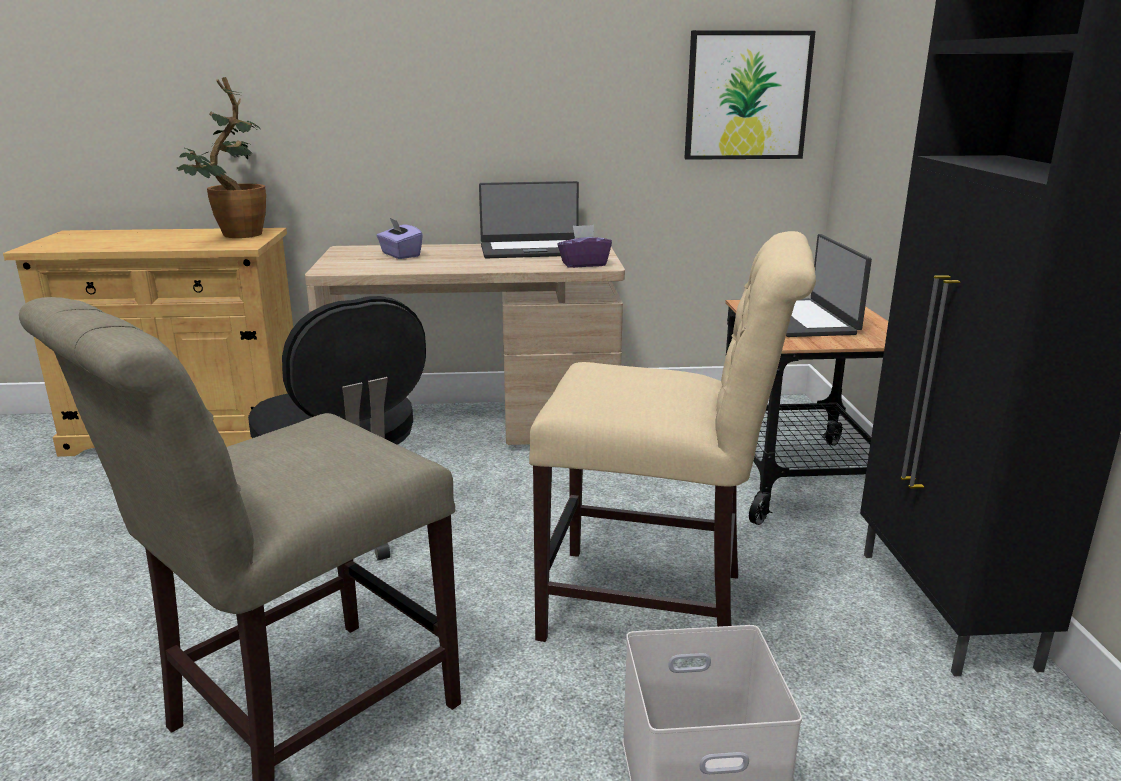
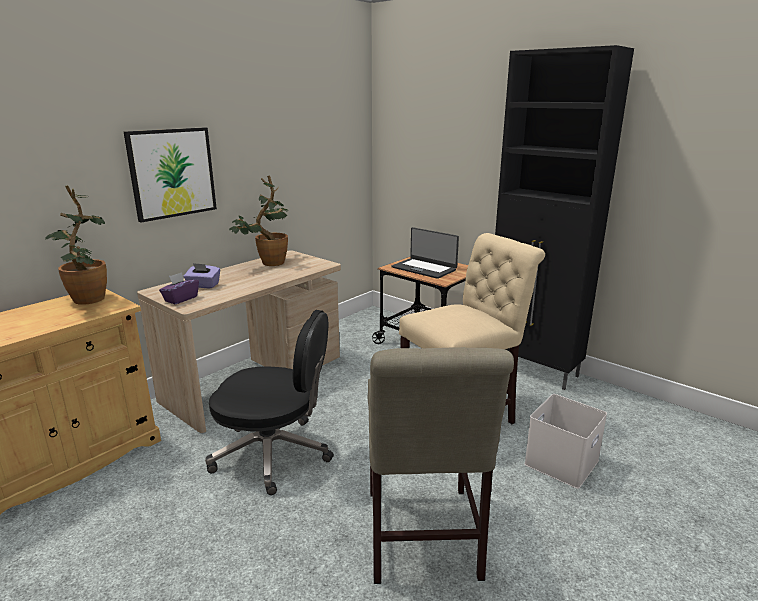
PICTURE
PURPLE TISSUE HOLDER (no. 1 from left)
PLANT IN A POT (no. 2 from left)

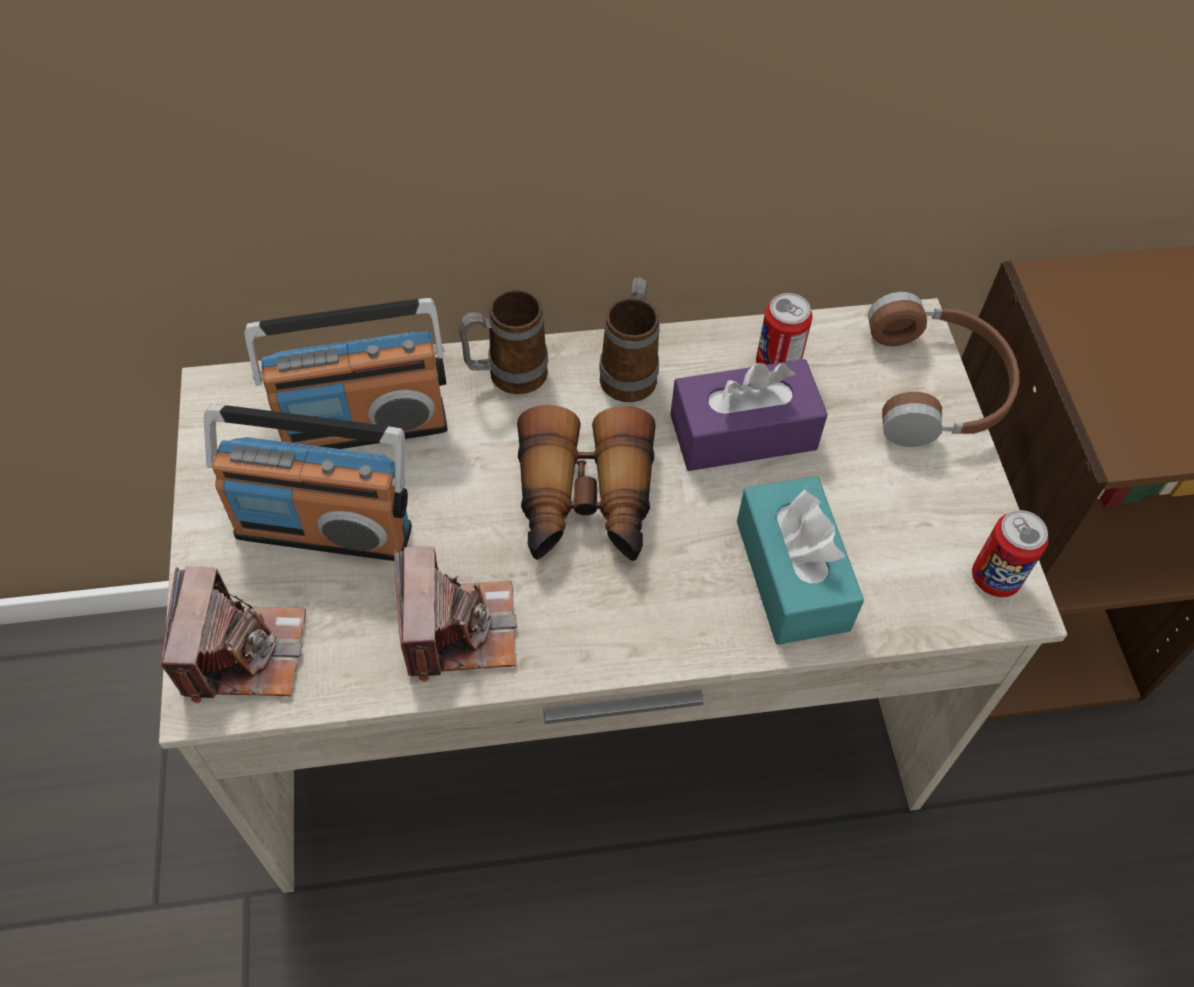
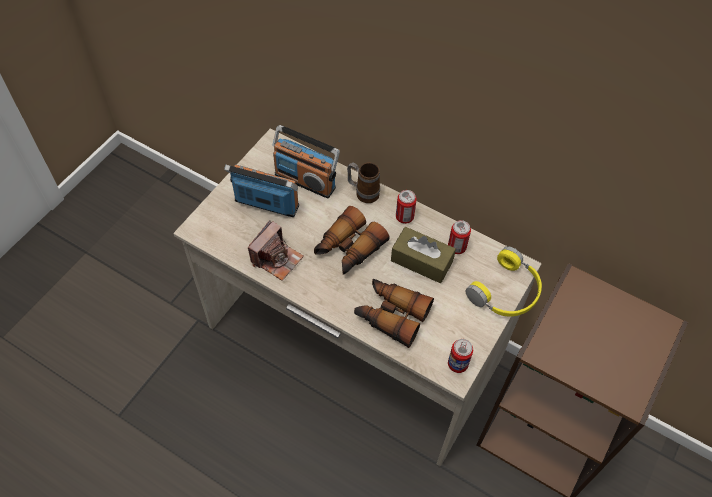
RADIO (no. 1 from left)
BINOCULARS (no. 2 from left)
BROWN-COLOURED TISSUE HOLDER
METAL CAN (no. 1 from left)
YELLOW-COLOURED PAIR OF HEADPHONES
STILL CAMERA (no. 1 from left in the first image)

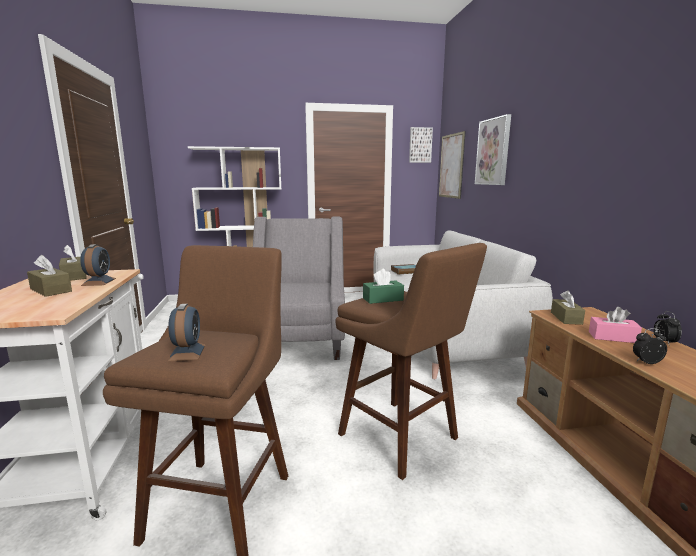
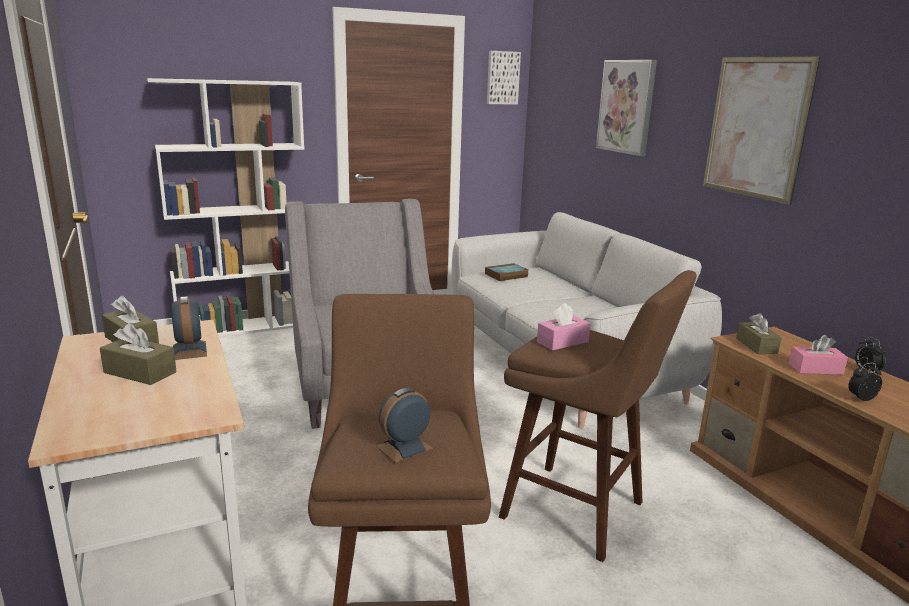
ALARM CLOCK (no. 2 from left)
PINK TISSUE HOLDER (no. 1 from left)
PICTURE (no. 3 from left)

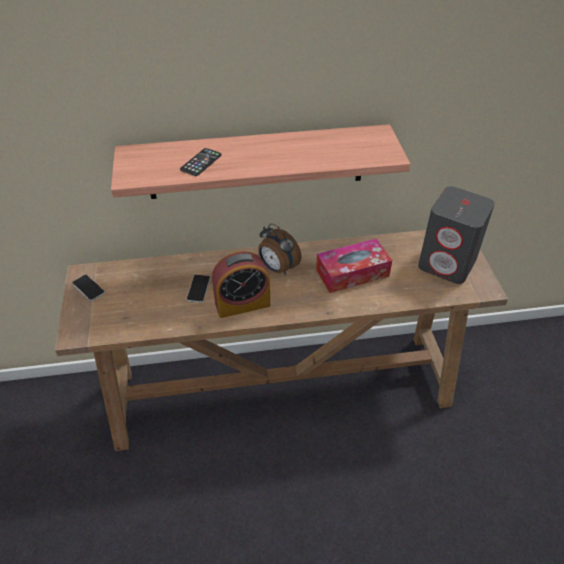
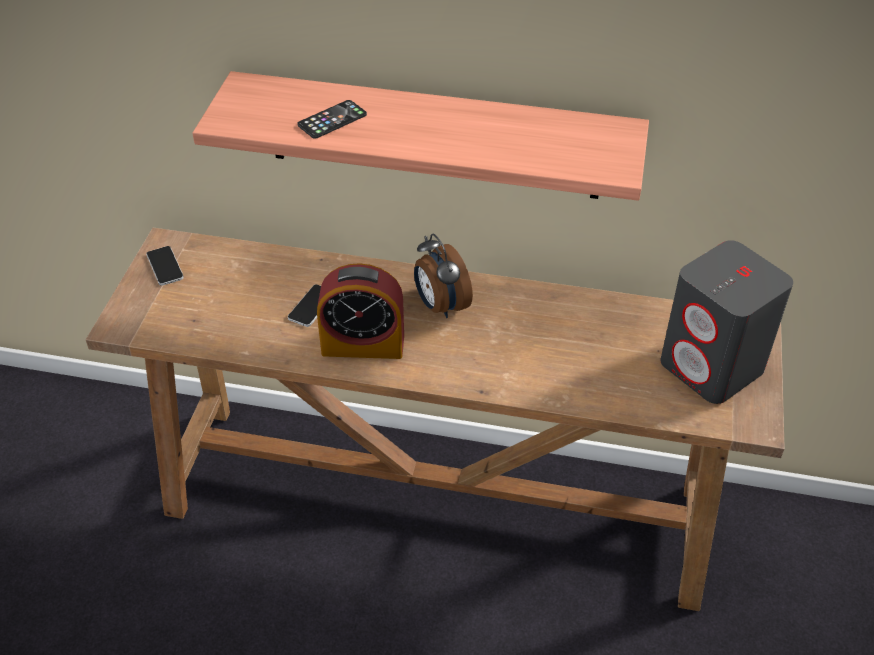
TISSUE HOLDER

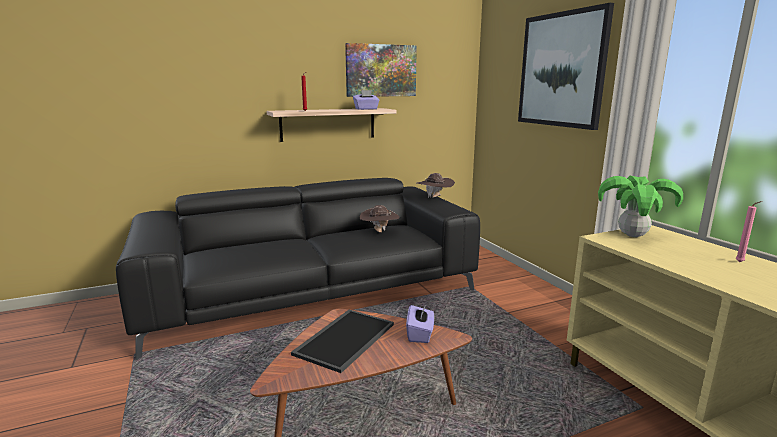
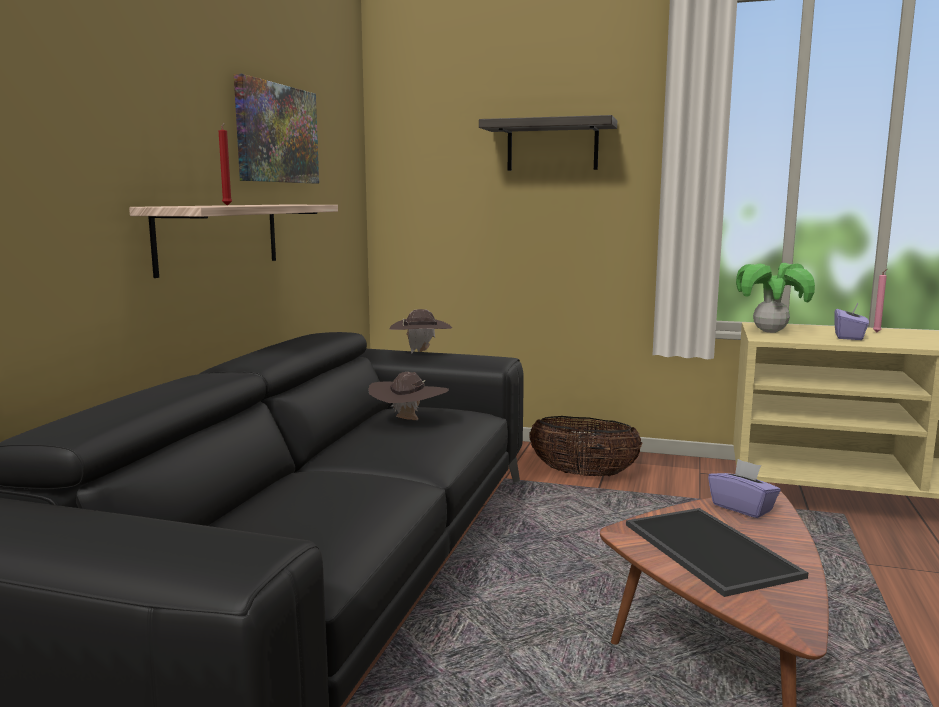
WALL SHELF (no. 2 from left)
BASKET
PURPLE TISSUE HOLDER (no. 2 from left)

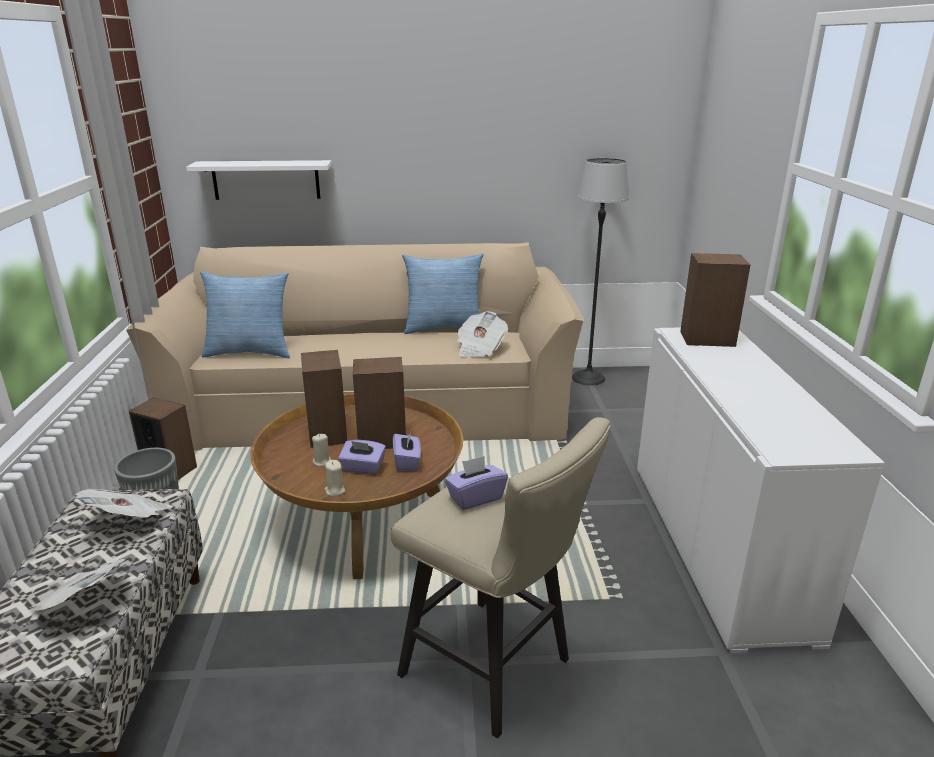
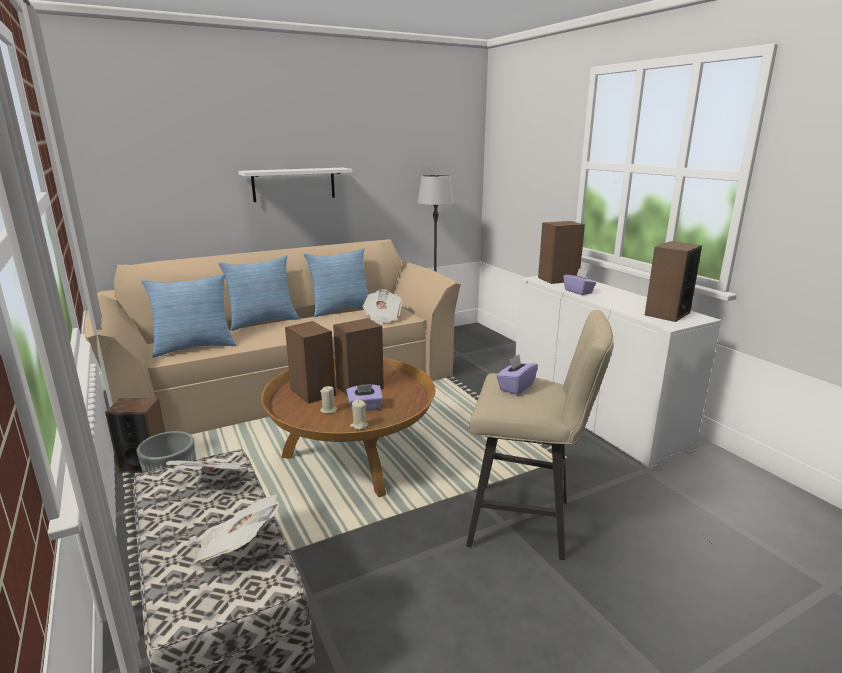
CUSHION (no. 2 from left)
WHITE-COLOURED WALL SHELF
PURPLE TISSUE HOLDER (no. 3 from left)
SPEAKER (no. 5 from left)

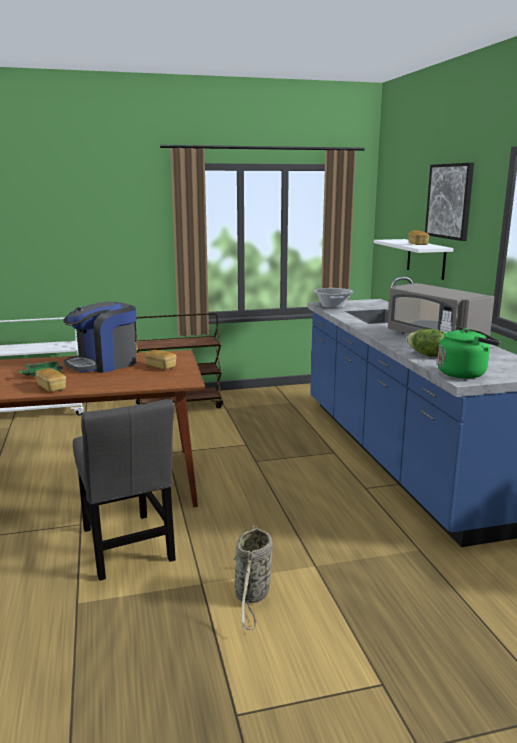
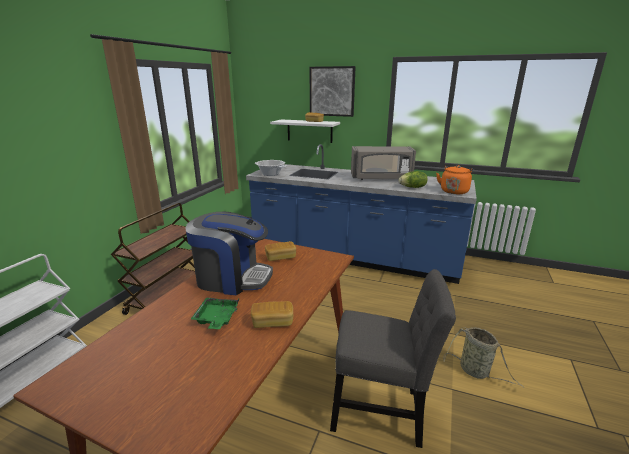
COFFEE MAKER
ORANGE-COLOURED KETTLE

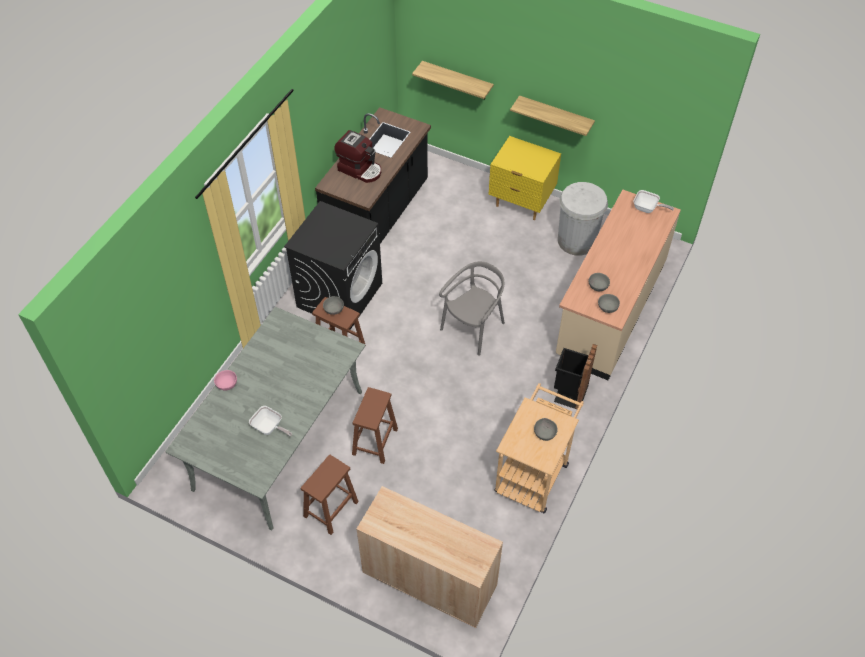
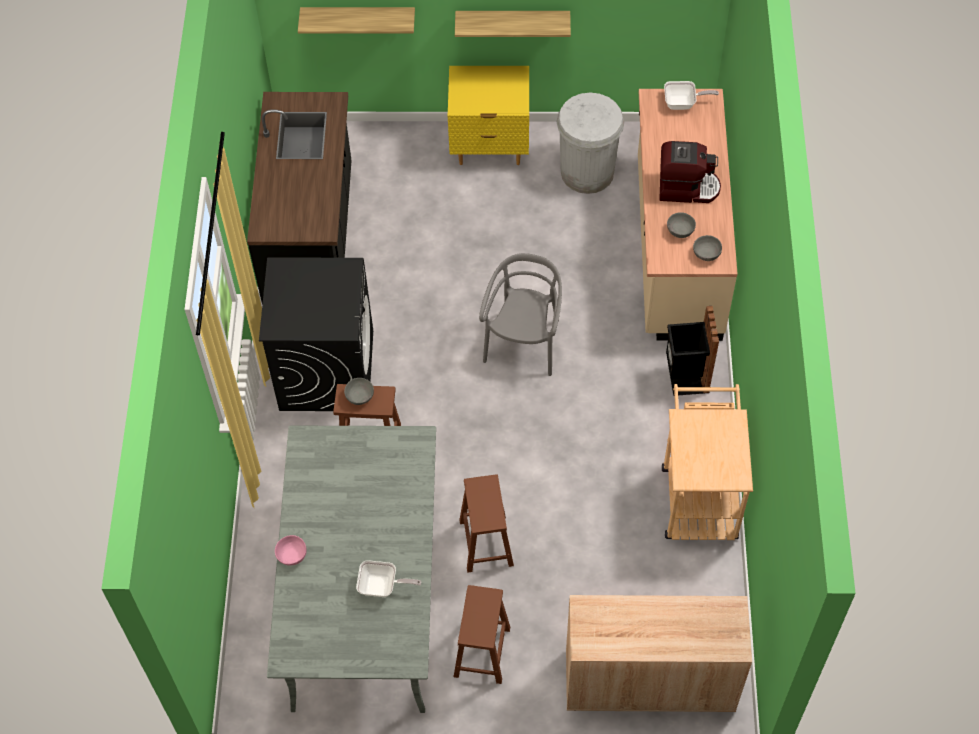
COFFEE MAKER
GREY SERVING BOWL (no. 2 from left in the first image)

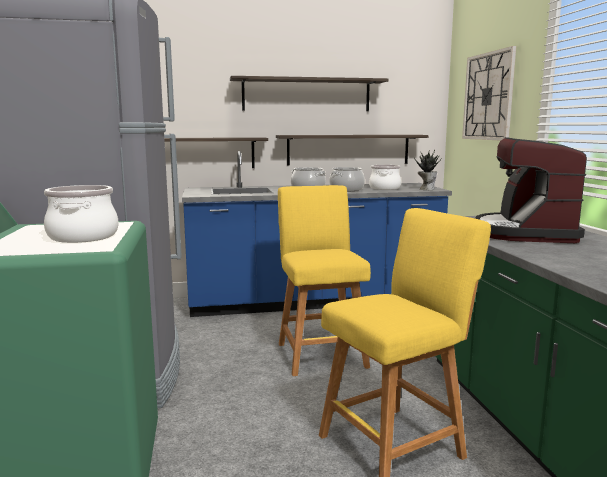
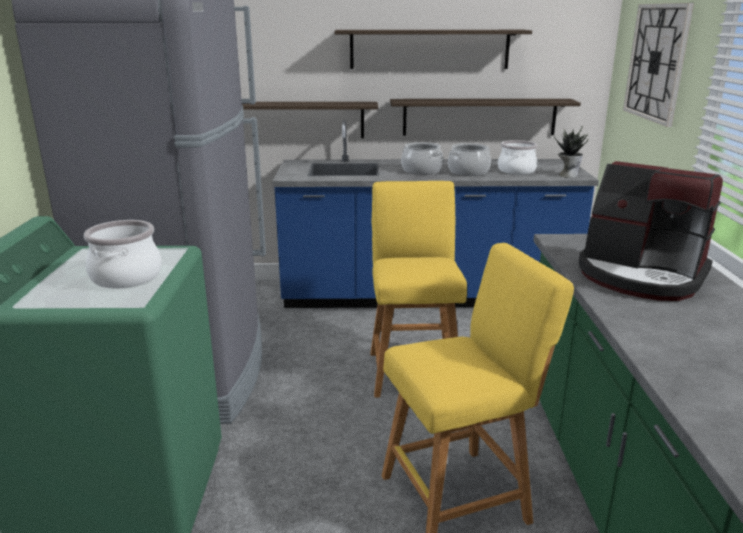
COFFEE MAKER

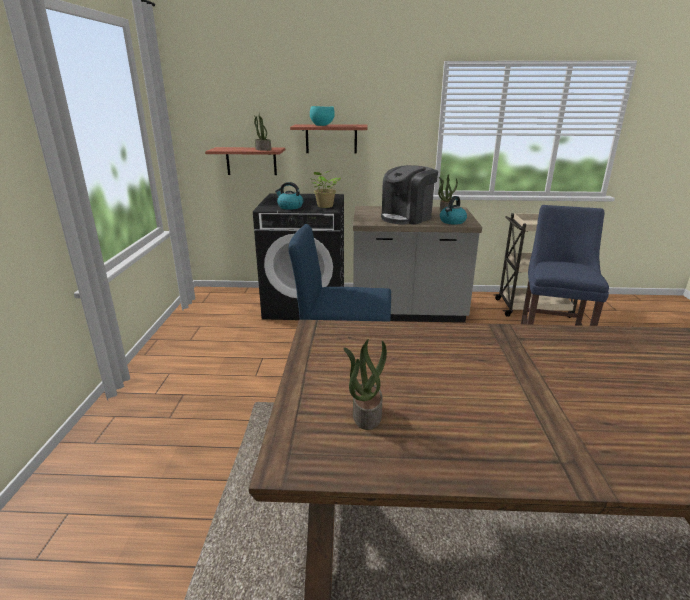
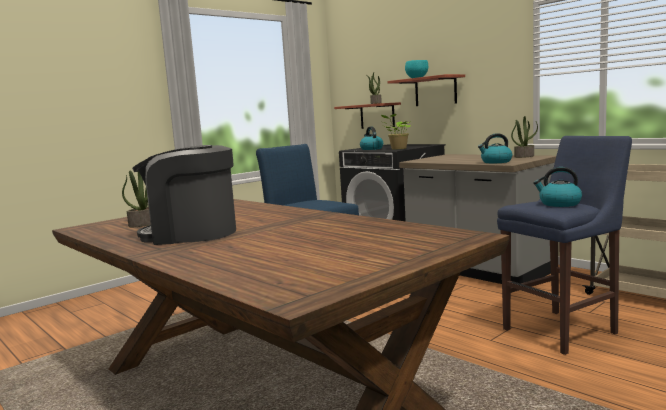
COFFEE MAKER
KETTLE (no. 3 from left)

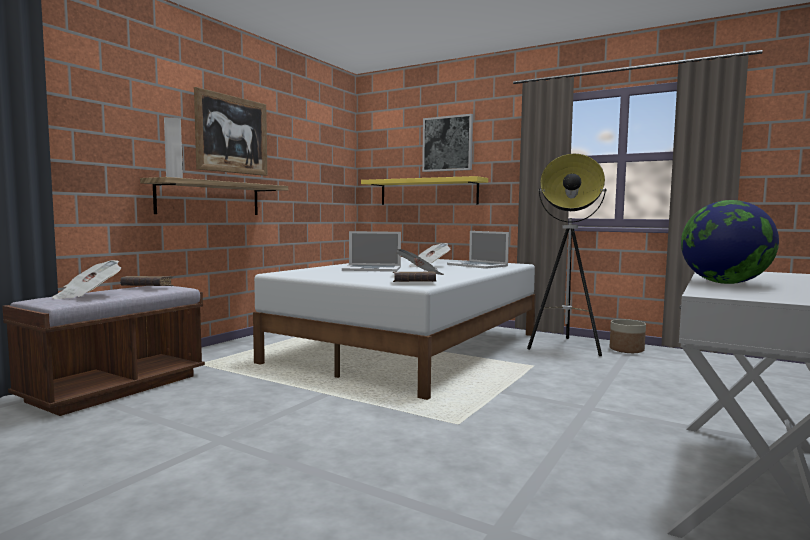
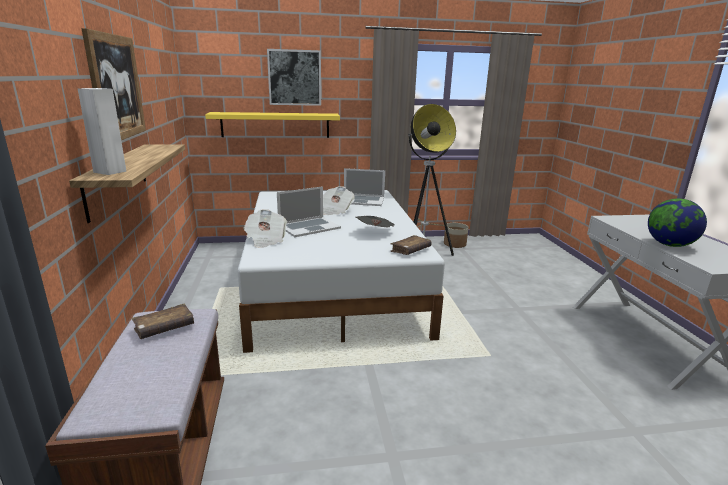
DAILY PAPER (no. 1 from left)

